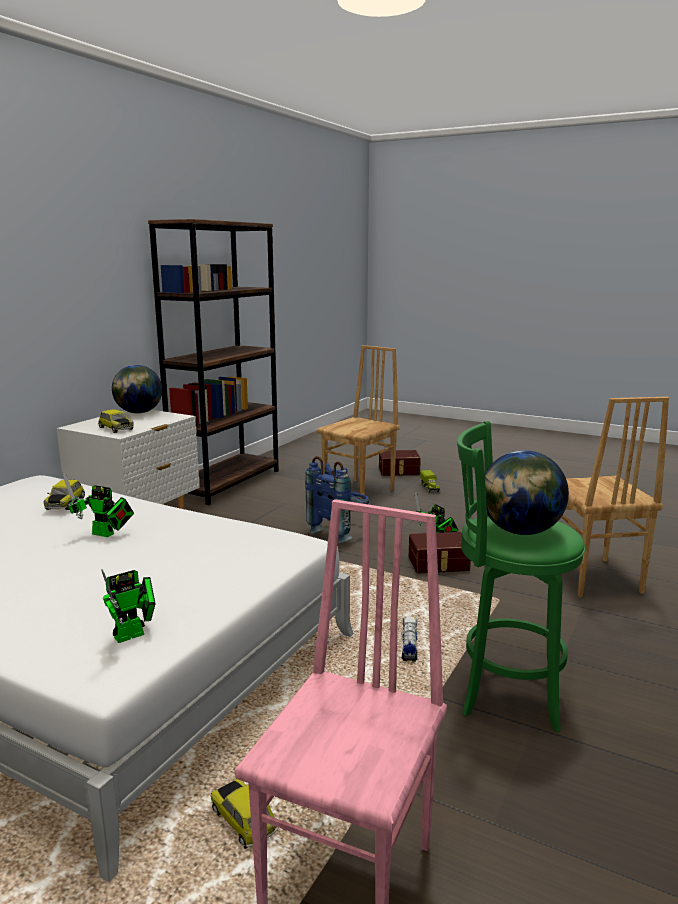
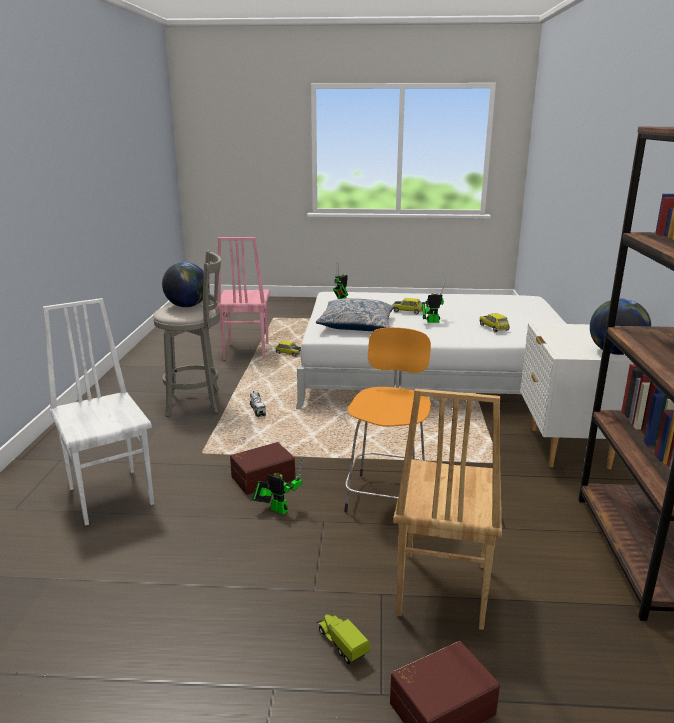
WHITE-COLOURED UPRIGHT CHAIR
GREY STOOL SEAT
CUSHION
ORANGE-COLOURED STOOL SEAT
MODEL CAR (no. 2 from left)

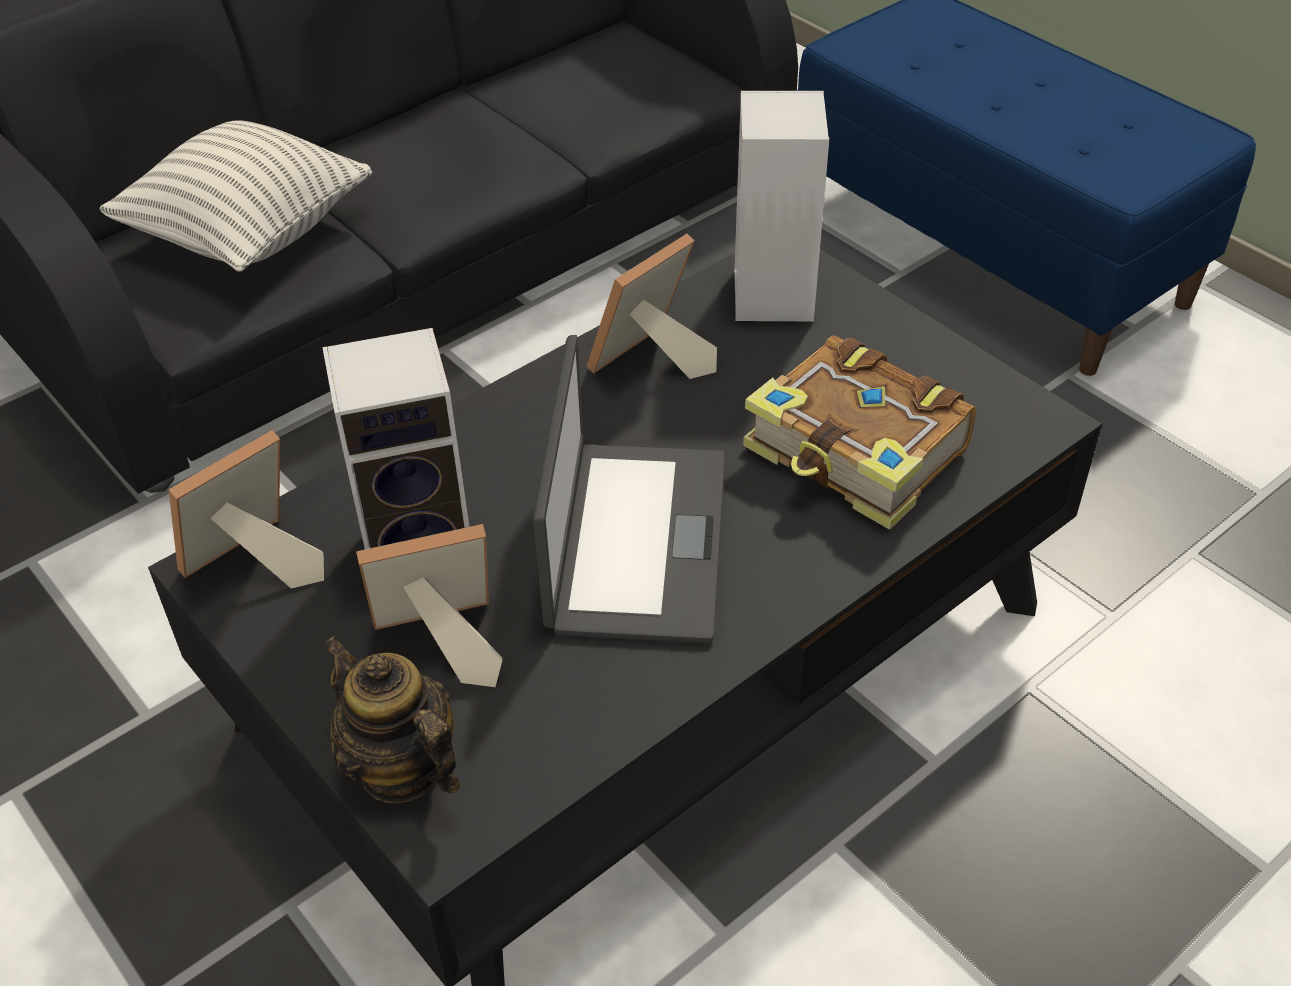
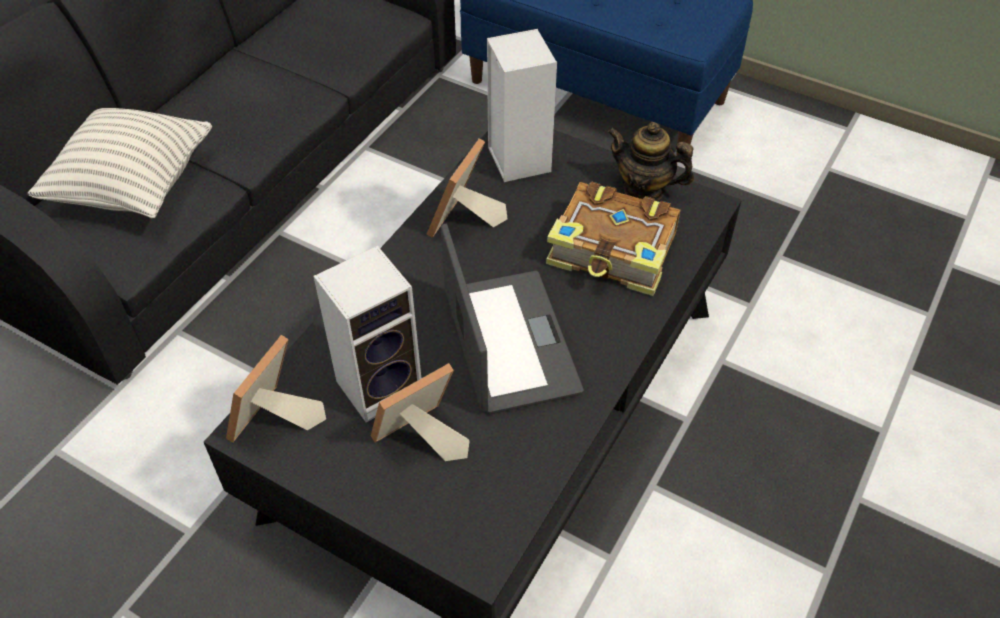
POT FOR TEA

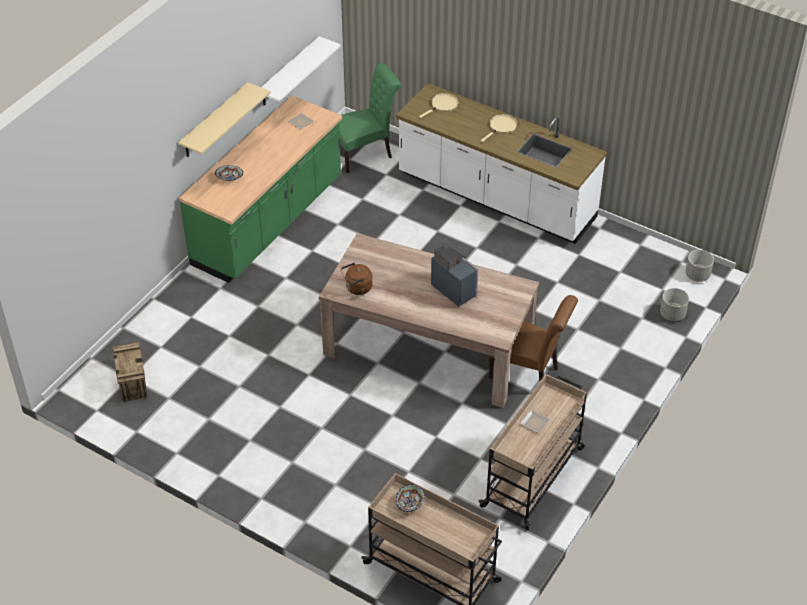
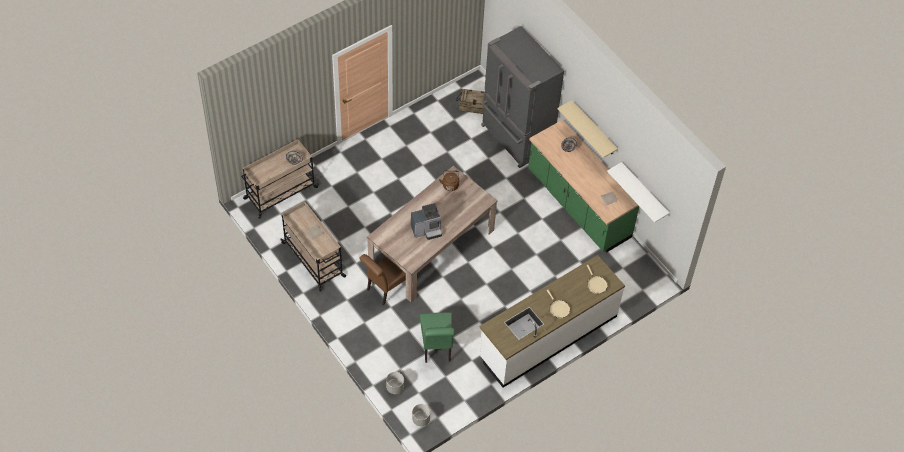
GREENISH UPRIGHT CHAIR
GREY FRIDGE

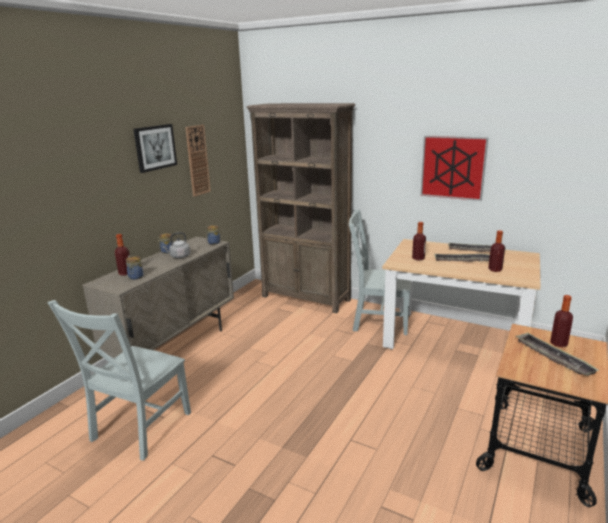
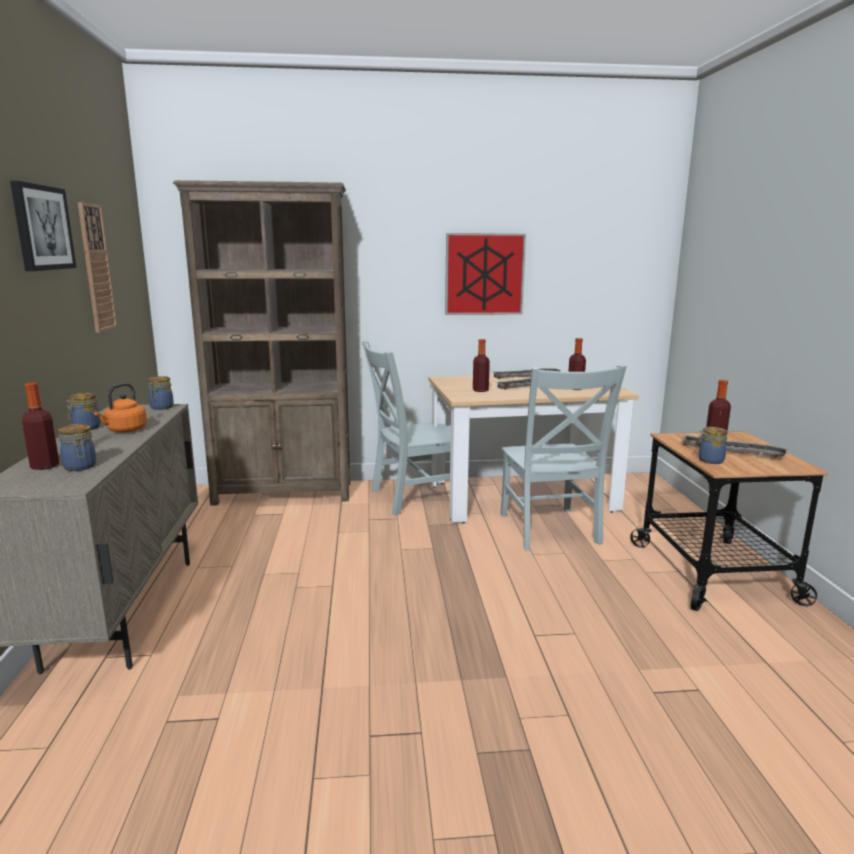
ORANGE-COLOURED KETTLE
GREY UPRIGHT CHAIR (no. 2 from left)
JAR (no. 4 from left)

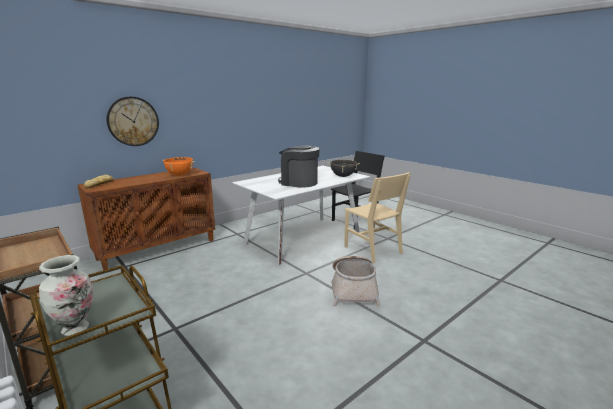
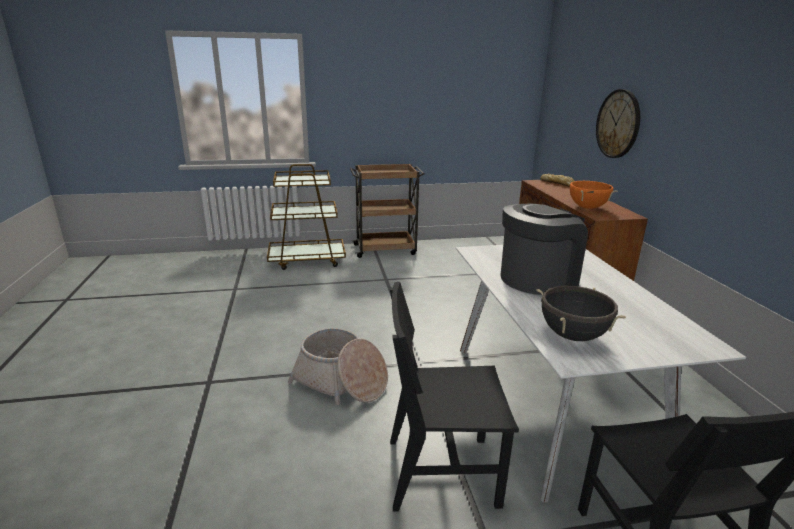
BLACKISH UPRIGHT CHAIR (no. 1 from left)
VASE

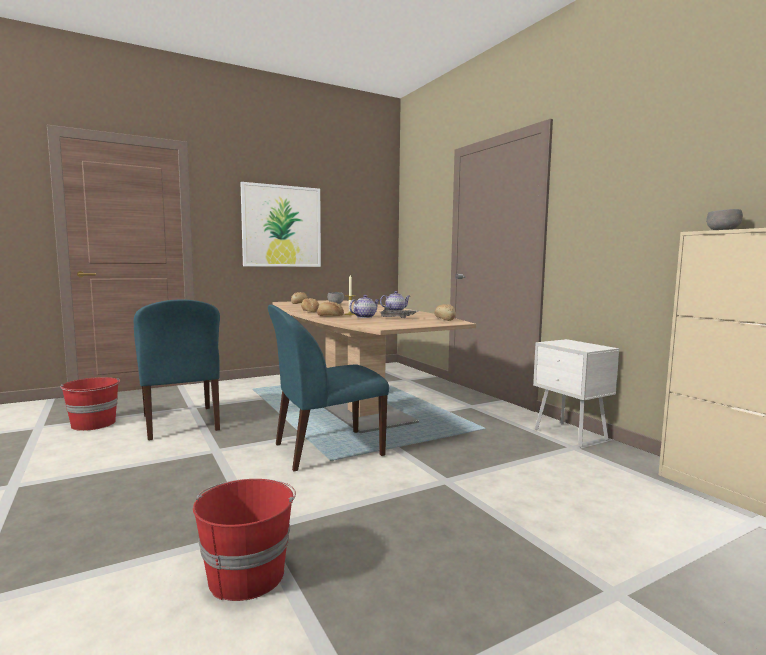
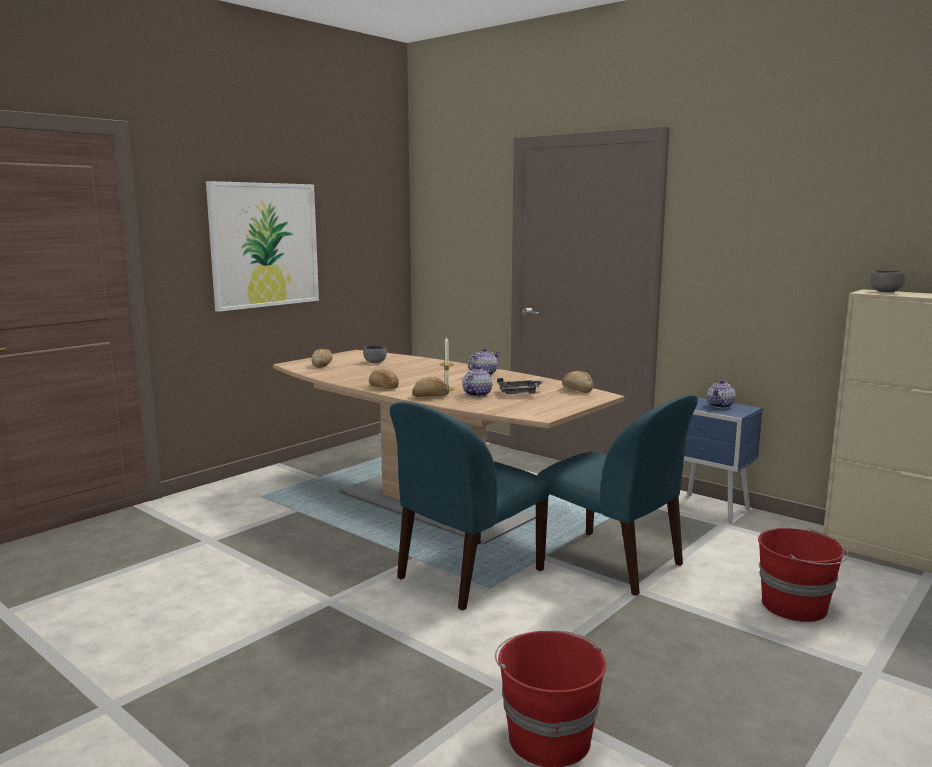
BLUE-COLOURED UPRIGHT CHAIR (no. 2 from left)
BLUE-COLOURED NIGHT TABLE
POT FOR TEA (no. 3 from left)
RED WATER BUCKET (no. 2 from left)

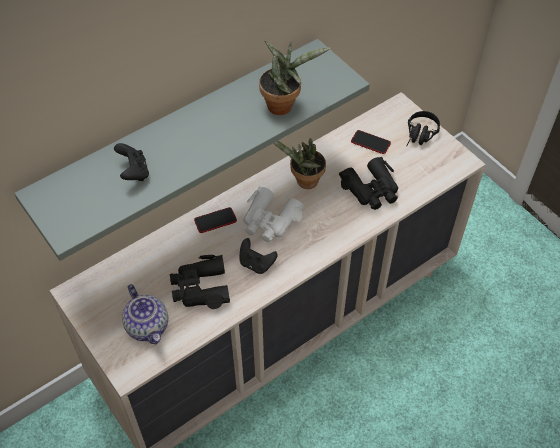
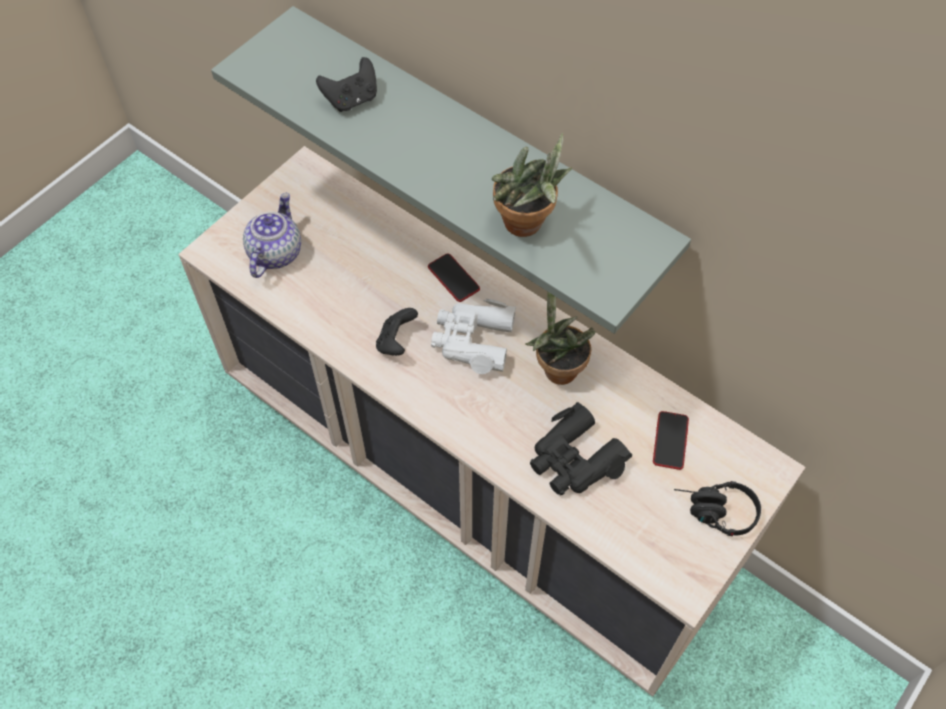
POT FOR TEA
BLACKISH BINOCULARS (no. 1 from left in the first image)

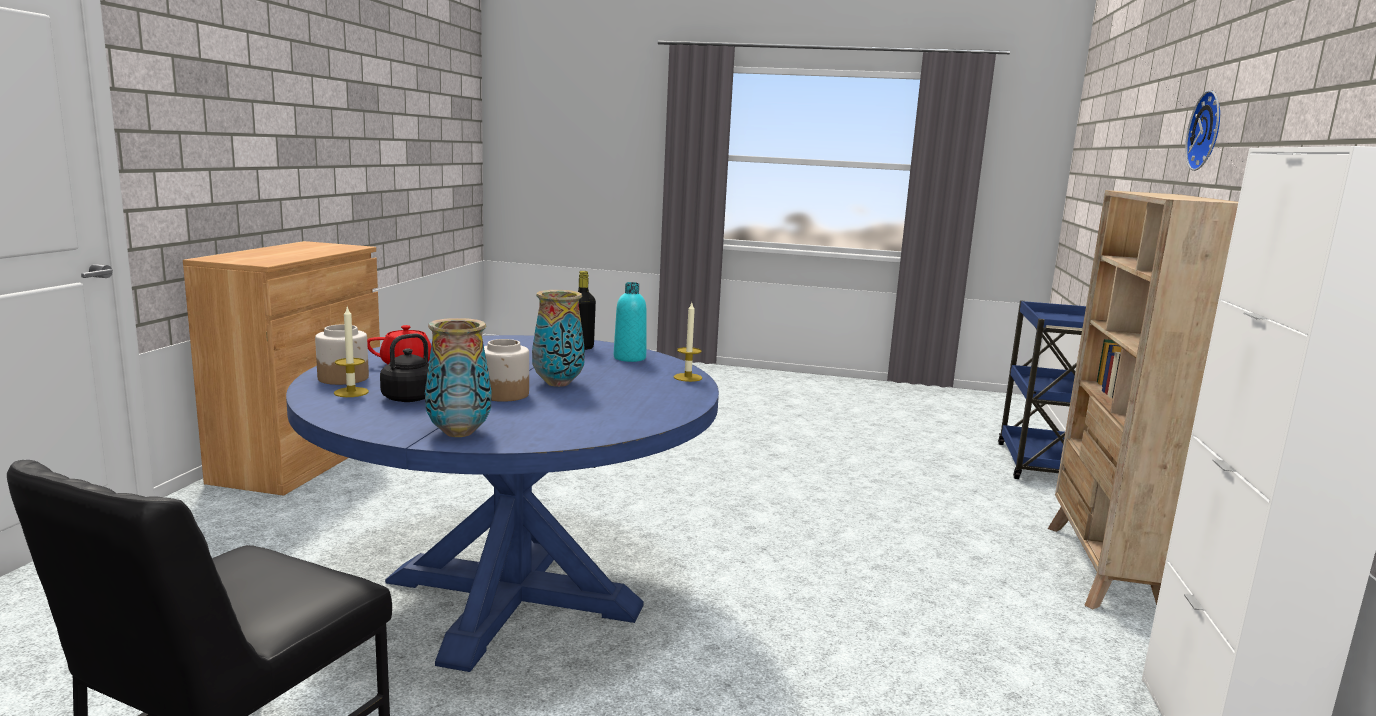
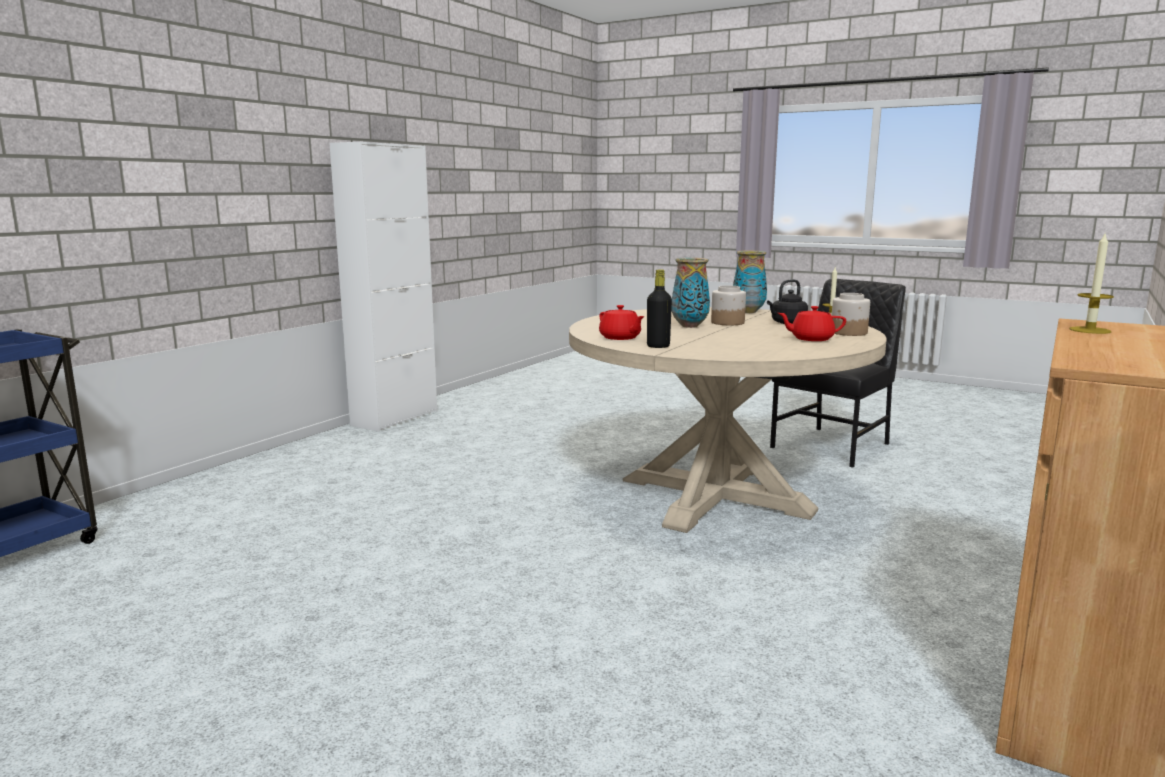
SAND-COLOURED KITCHEN TABLE
RED POT FOR TEA (no. 1 from left)
WAX LIGHT (no. 2 from left)
SAND-COLOURED BOOKSHELF
CLOCK ON THE WALL

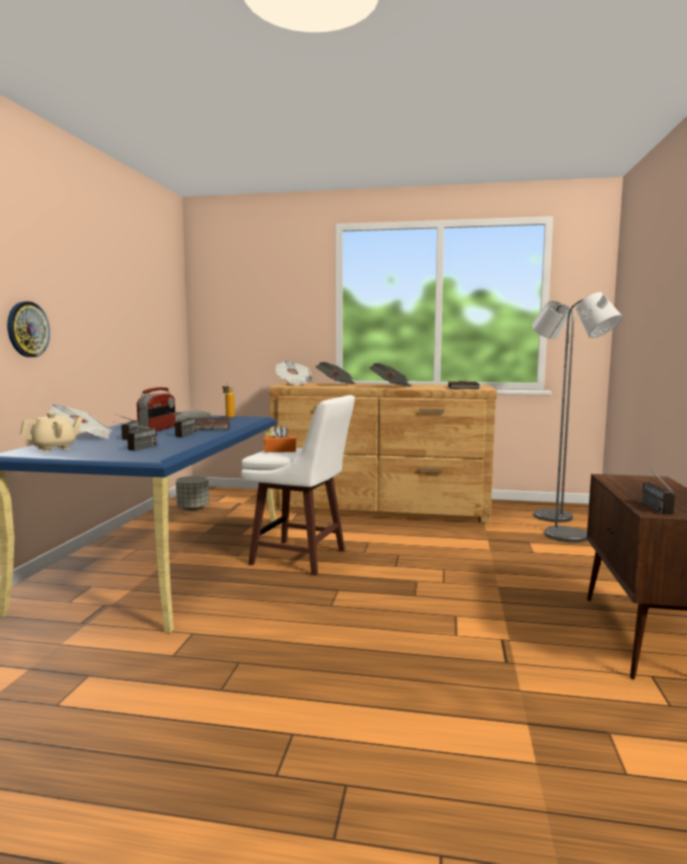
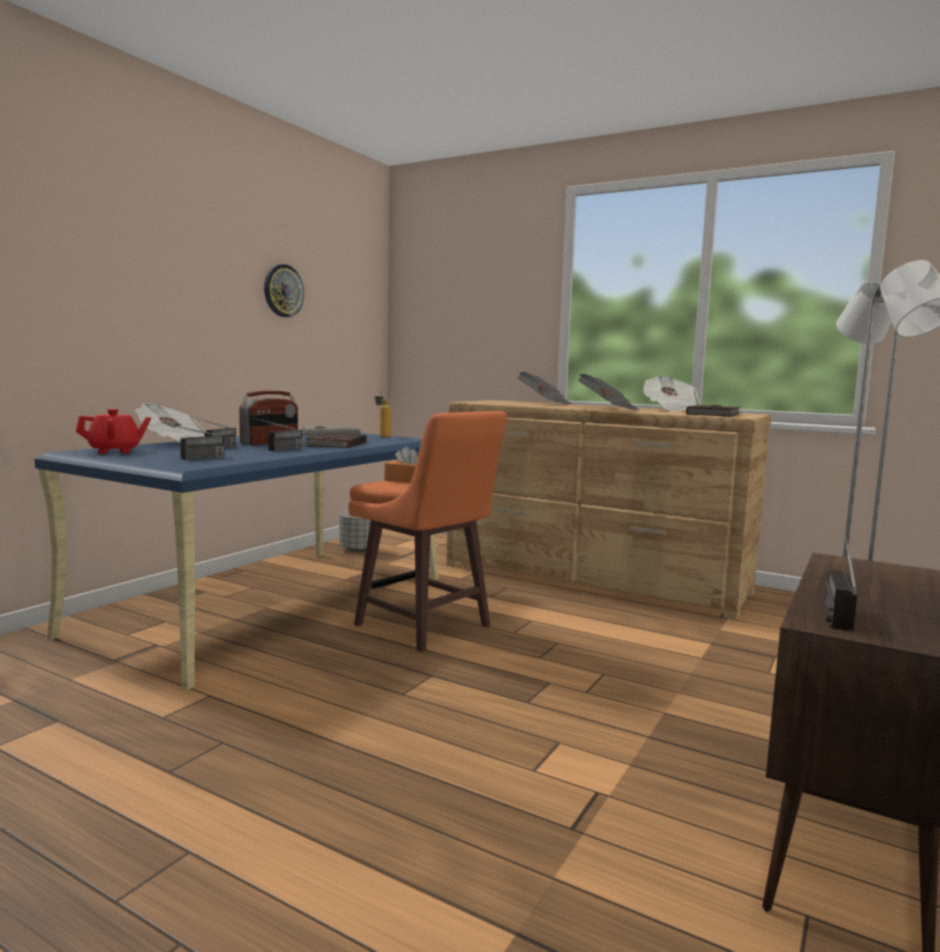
RED POT FOR TEA
CLOCK ON THE WALL
ORANGE-COLOURED STOOL SEAT
DAILY PAPER (no. 4 from left)

